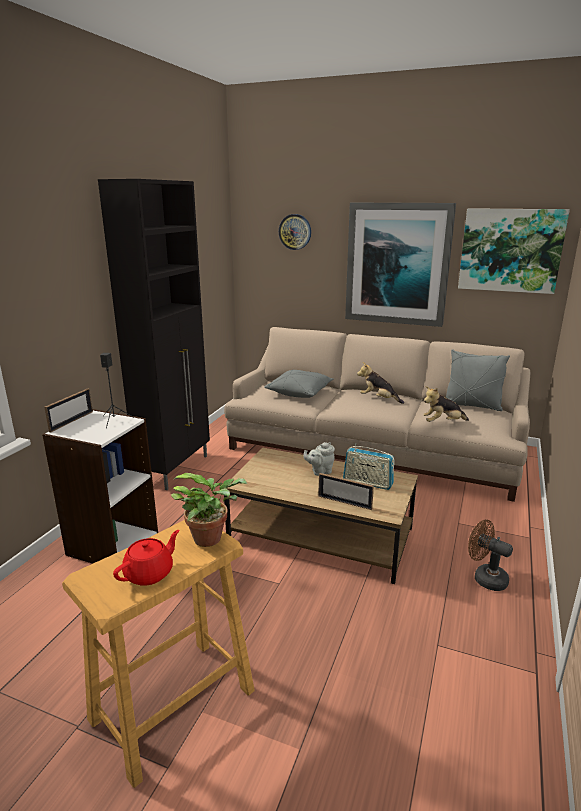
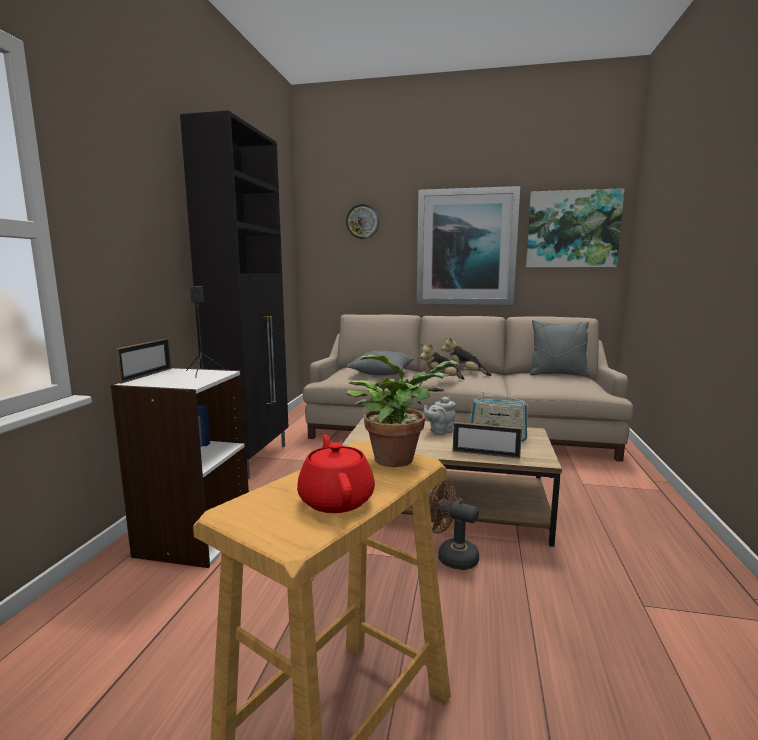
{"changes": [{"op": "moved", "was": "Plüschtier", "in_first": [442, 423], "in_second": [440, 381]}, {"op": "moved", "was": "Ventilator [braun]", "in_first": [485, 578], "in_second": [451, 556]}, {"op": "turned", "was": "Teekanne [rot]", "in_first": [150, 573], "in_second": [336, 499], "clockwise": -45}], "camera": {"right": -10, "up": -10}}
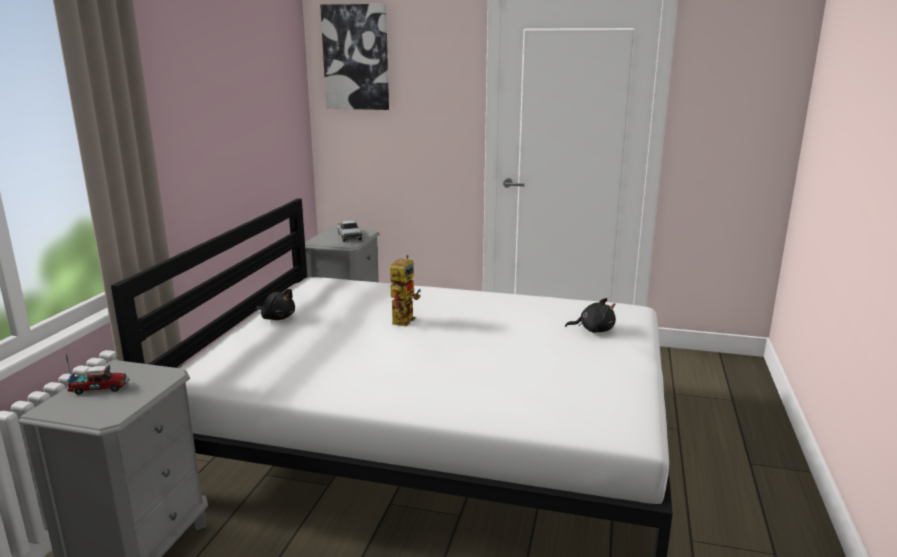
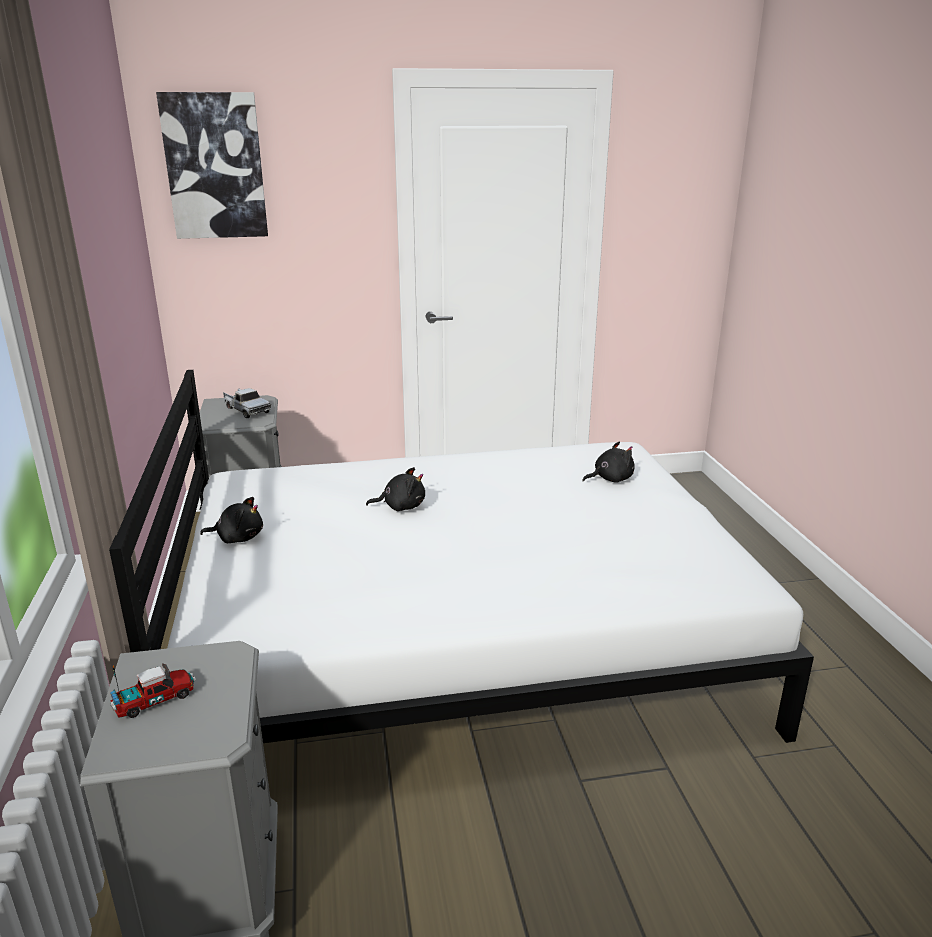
{"changes": [{"op": "replaced", "was": "Spielzeugroboter", "now": "Plüschtier [schwarz]", "in_first": [403, 318], "in_second": [401, 506]}], "camera": {"right": -25, "up": 5}}
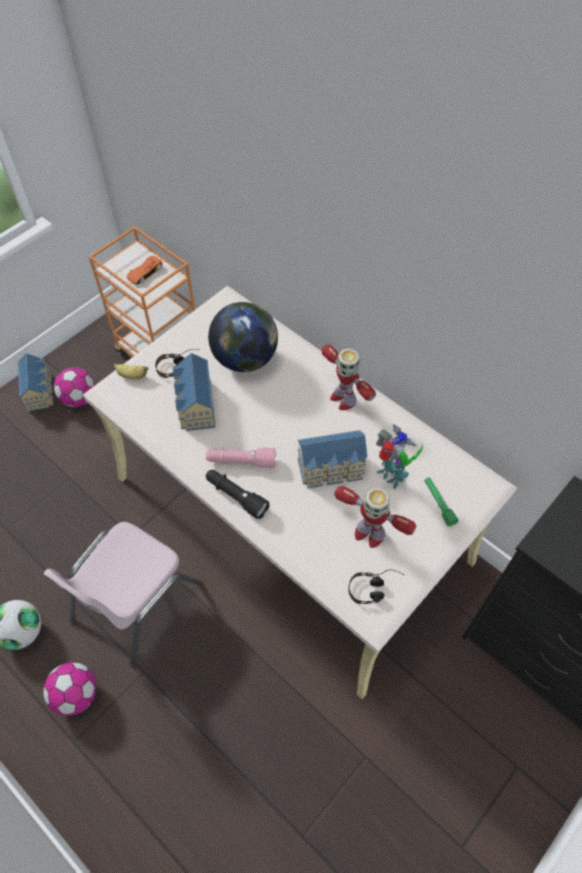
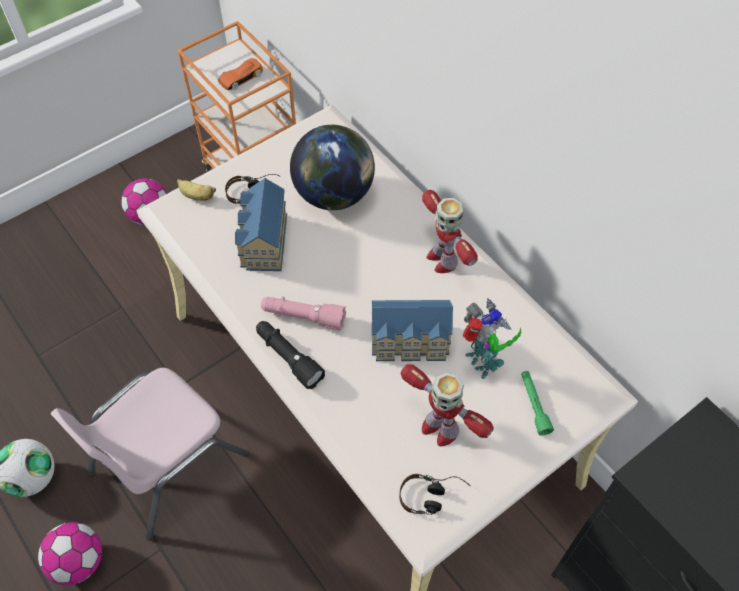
{"changes": [{"op": "removed", "was": "Spielzeughaus", "in_first": [40, 391]}], "camera": {"right": 10, "up": 0}}
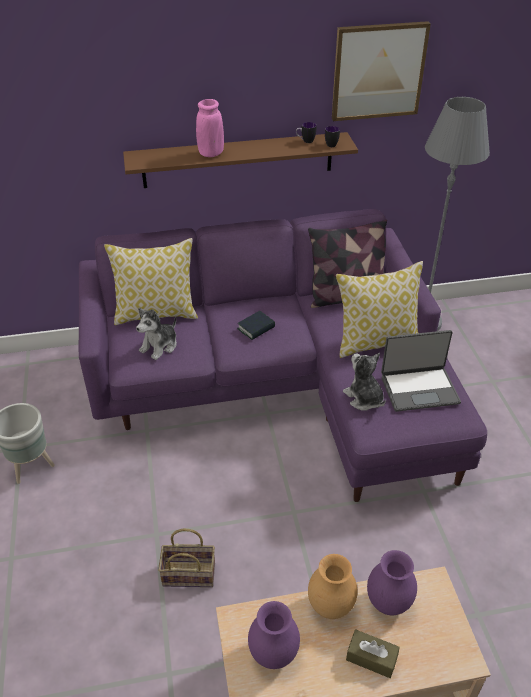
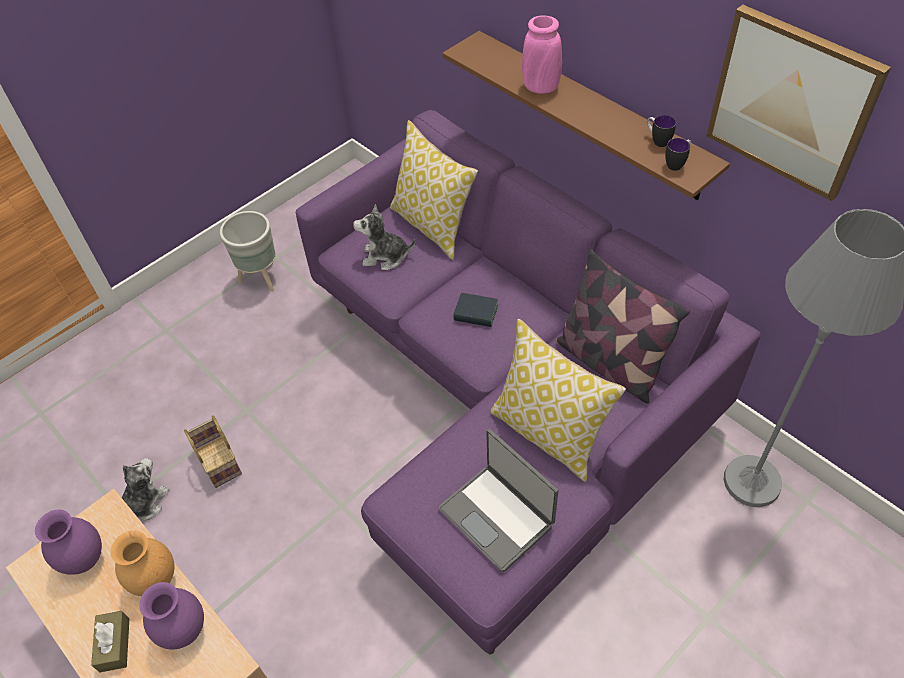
{"changes": [{"op": "moved", "was": "Plüschtier", "in_first": [364, 398], "in_second": [145, 503]}], "camera": {"right": 60, "up": 10}}
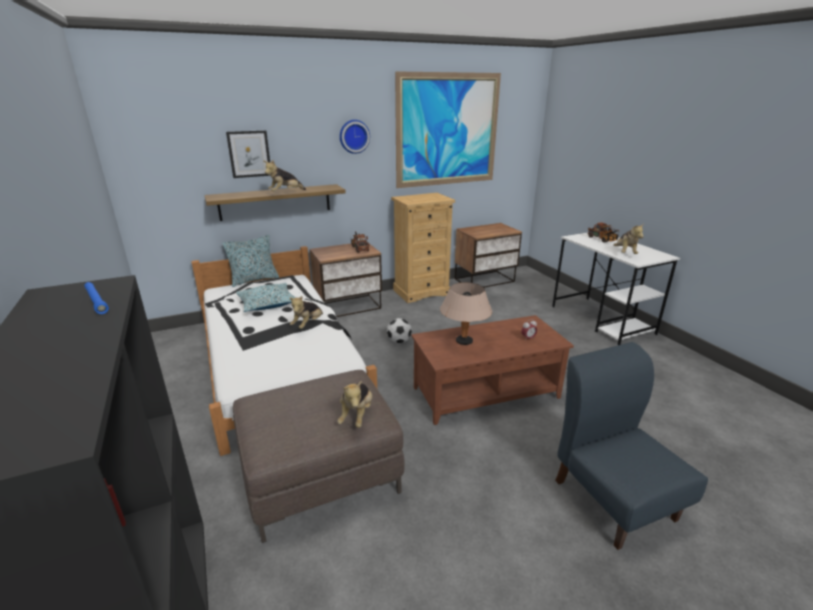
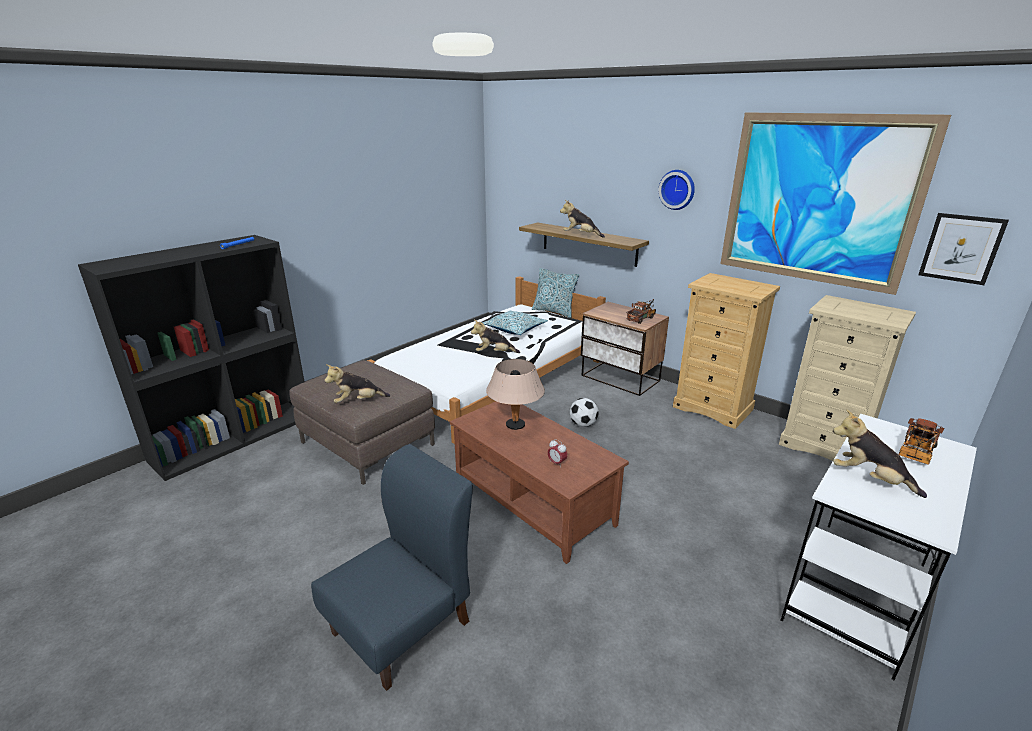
{"changes": [{"op": "moved", "was": "Bild", "in_first": [249, 154], "in_second": [961, 248]}, {"op": "replaced", "was": "Nachttisch", "now": "Kommode [beige]", "in_first": [485, 280], "in_second": [824, 446]}, {"op": "turned", "was": "Plüschtier", "in_first": [624, 253], "in_second": [869, 479], "clockwise": 60}], "camera": {"right": 65, "up": 0}}
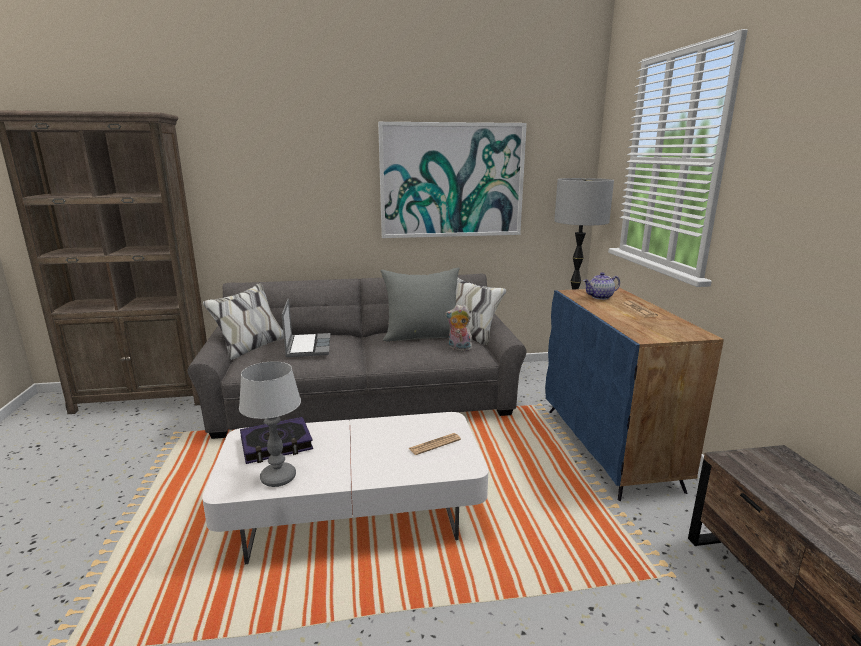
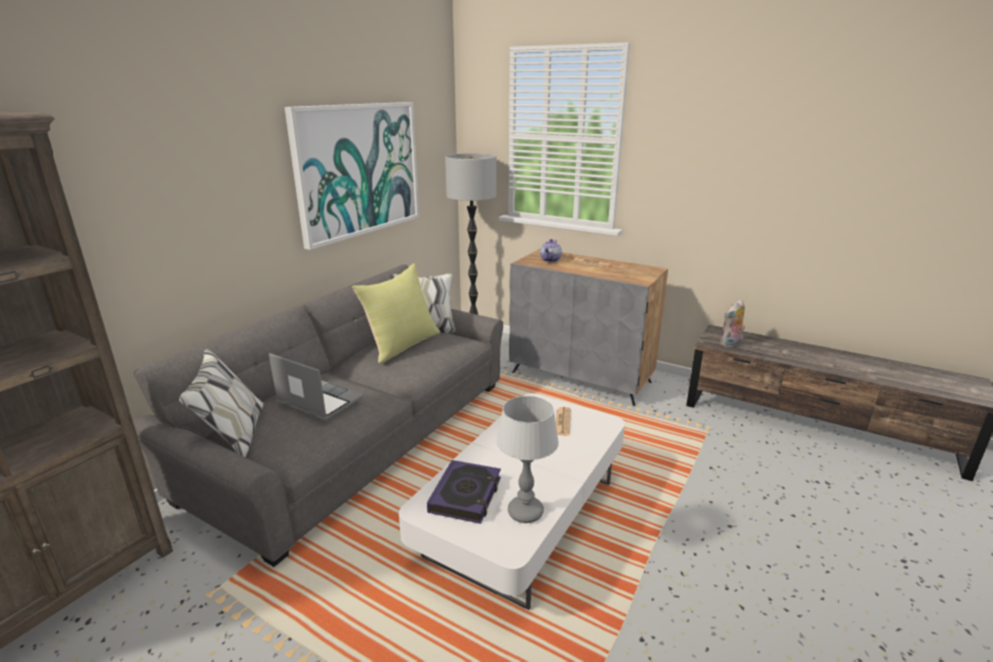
{"changes": [{"op": "recoloured", "was": "Kissen [grau]", "now": "Kissen [gelb]", "in_first": [423, 336], "in_second": [402, 345]}, {"op": "recoloured", "was": "Schrank [blau]", "now": "Schrank [grau]", "in_first": [610, 447], "in_second": [581, 377]}, {"op": "moved", "was": "Plüschtier", "in_first": [458, 348], "in_second": [730, 345]}], "camera": {"right": -50, "up": 5}}
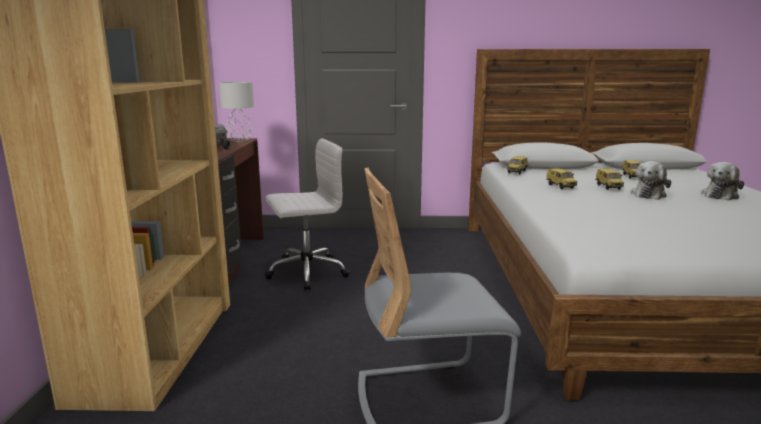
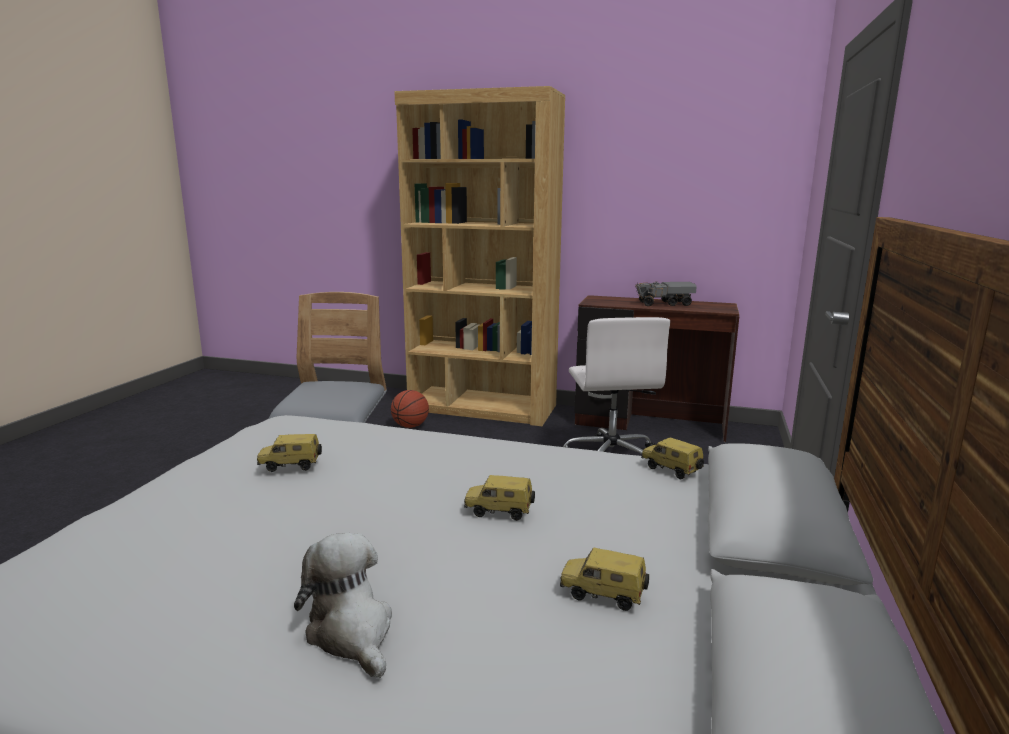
{"changes": [{"op": "removed", "was": "Tischlampe [grau]", "in_first": [240, 140]}, {"op": "removed", "was": "Plüschtier", "in_first": [648, 194]}, {"op": "moved", "was": "Spielzeugauto", "in_first": [561, 187], "in_second": [290, 467]}, {"op": "added", "now": "Basketball", "in_second": [410, 426]}], "camera": {"right": 105, "up": 0}}
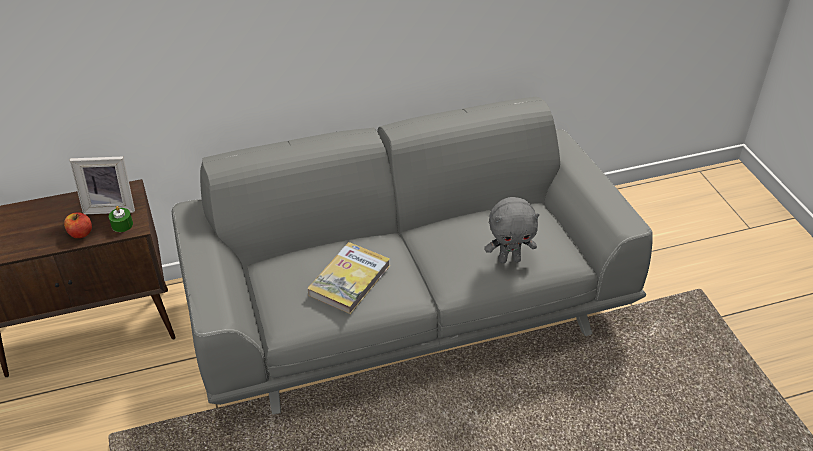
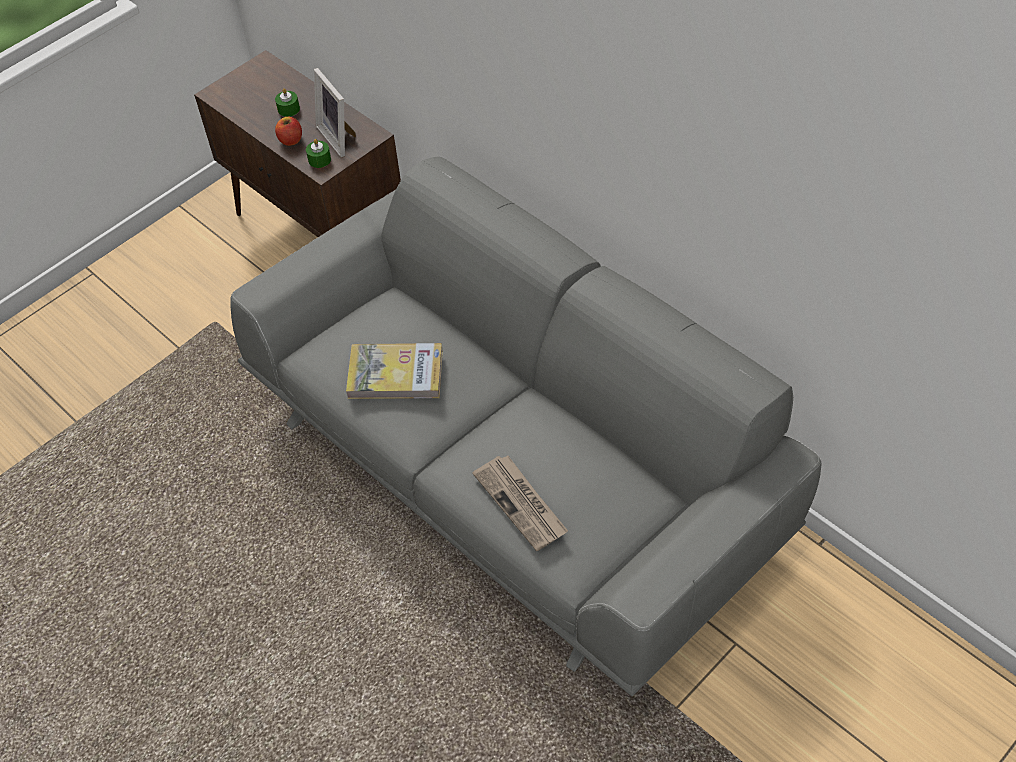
{"changes": [{"op": "replaced", "was": "Plüschtier [grau]", "now": "Zeitung", "in_first": [509, 259], "in_second": [521, 504]}, {"op": "added", "now": "Kerze [grün]", "in_second": [288, 109]}], "camera": {"right": 65, "up": 10}}
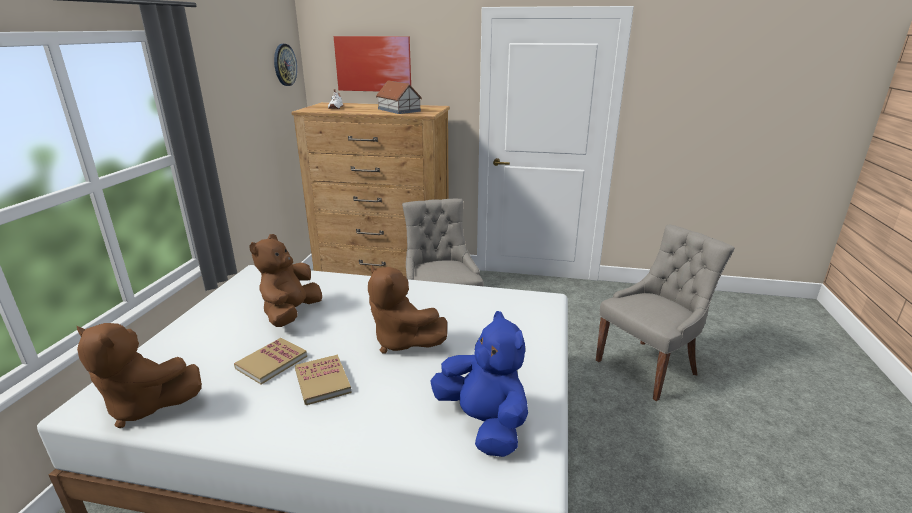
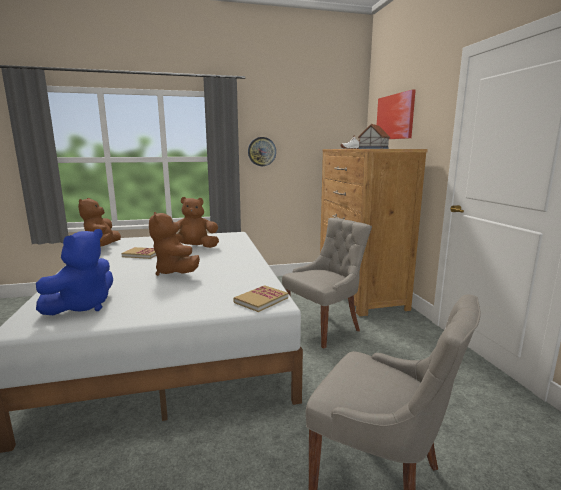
{"changes": [{"op": "moved", "was": "Wanduhr", "in_first": [284, 65], "in_second": [262, 151]}, {"op": "turned", "was": "Plüschtier [braun]", "in_first": [402, 341], "in_second": [176, 272], "clockwise": -45}, {"op": "moved", "was": "Buch", "in_first": [322, 381], "in_second": [261, 300]}], "camera": {"right": 65, "up": -10}}
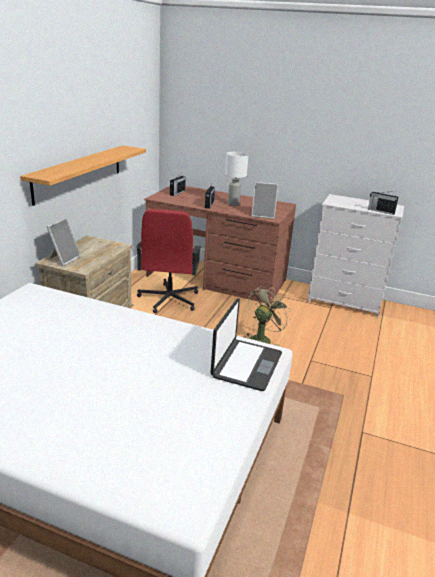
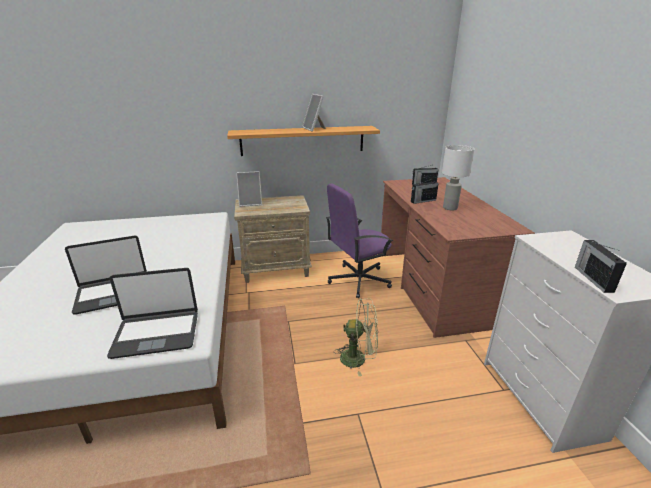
{"changes": [{"op": "moved", "was": "Bilderrahmen", "in_first": [263, 215], "in_second": [314, 129]}, {"op": "recoloured", "was": "Bürostuhl [rot]", "now": "Bürostuhl [lila]", "in_first": [168, 299], "in_second": [358, 280]}, {"op": "added", "now": "Laptop", "in_second": [113, 293]}], "camera": {"right": 60, "up": 0}}
